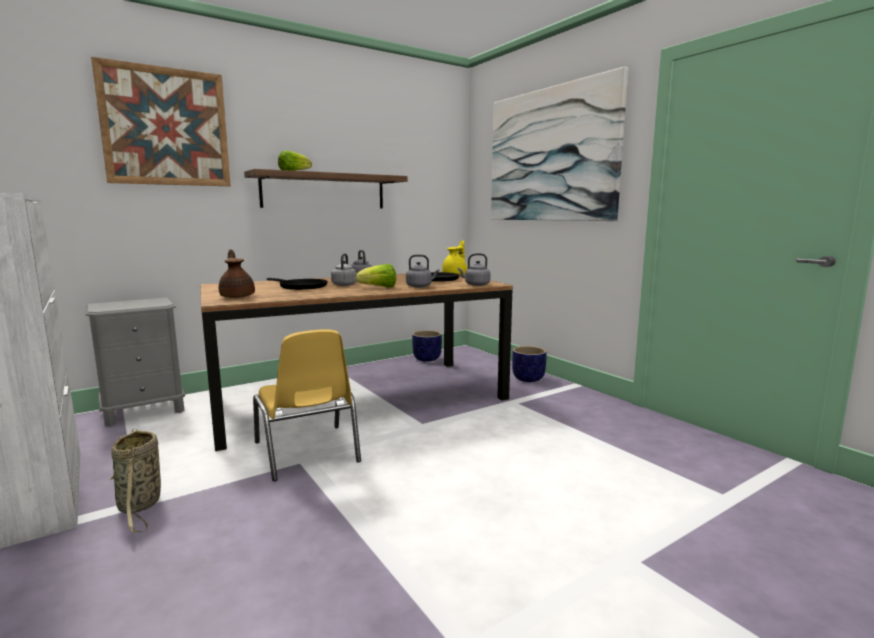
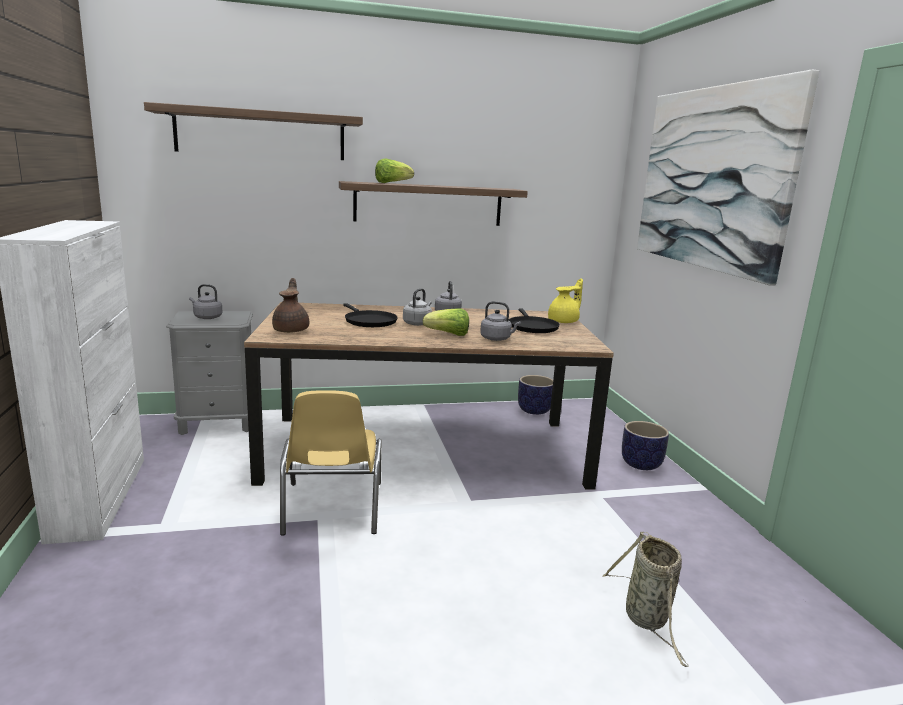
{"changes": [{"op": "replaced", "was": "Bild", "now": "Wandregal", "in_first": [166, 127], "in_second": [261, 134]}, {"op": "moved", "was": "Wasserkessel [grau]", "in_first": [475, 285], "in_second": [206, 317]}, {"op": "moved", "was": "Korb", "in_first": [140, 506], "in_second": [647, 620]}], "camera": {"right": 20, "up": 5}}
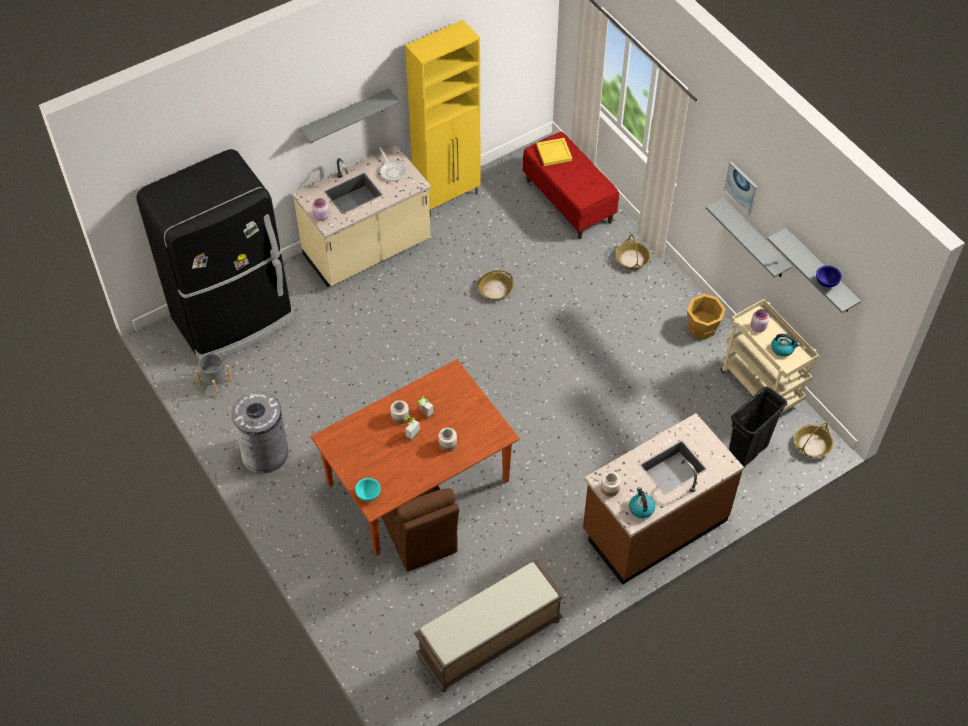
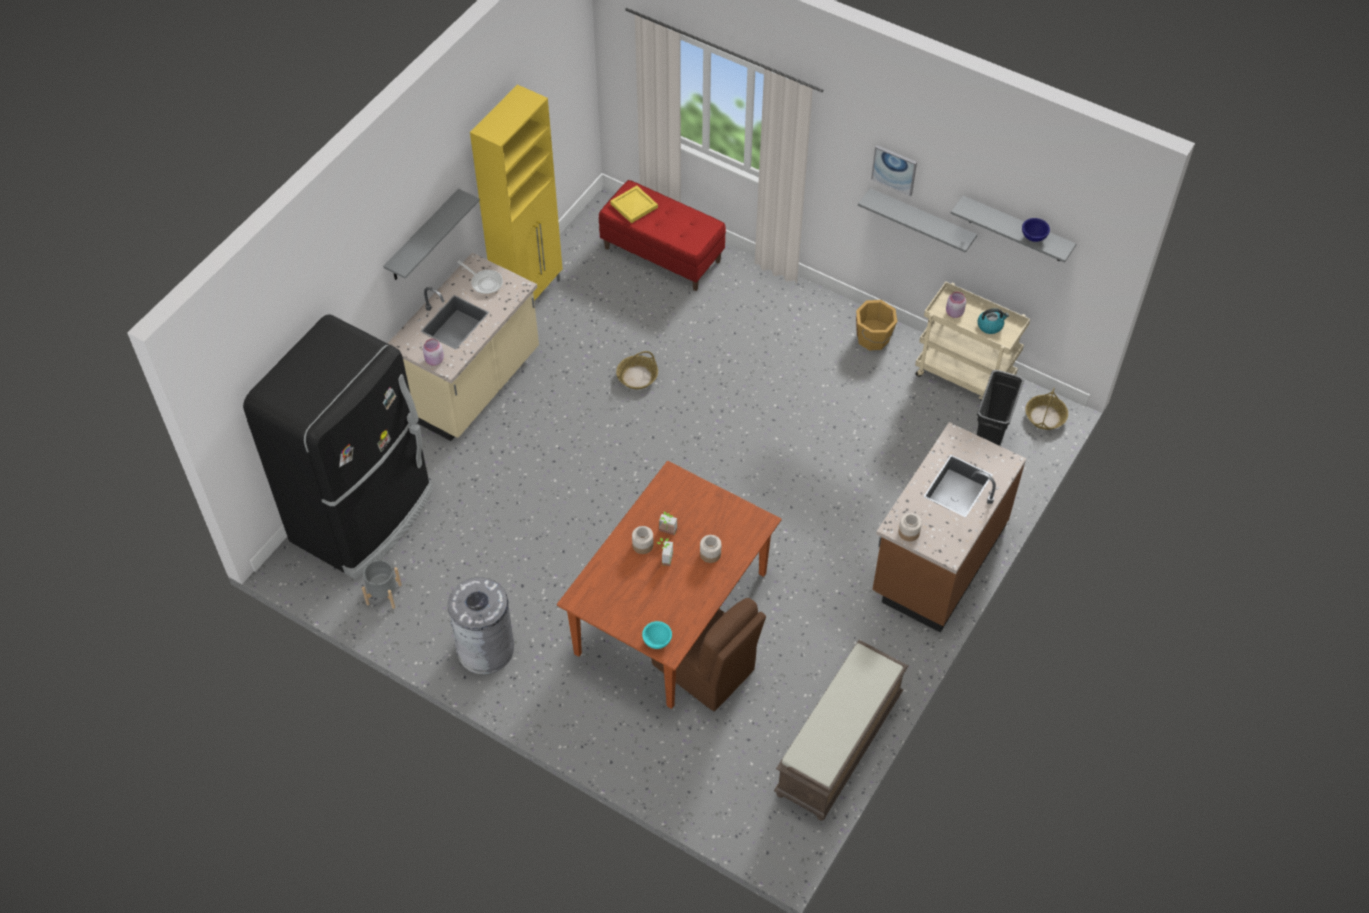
{"changes": [{"op": "removed", "was": "Korb", "in_first": [632, 259]}, {"op": "removed", "was": "Wasserkessel", "in_first": [641, 508]}], "camera": {"right": -25, "up": 0}}
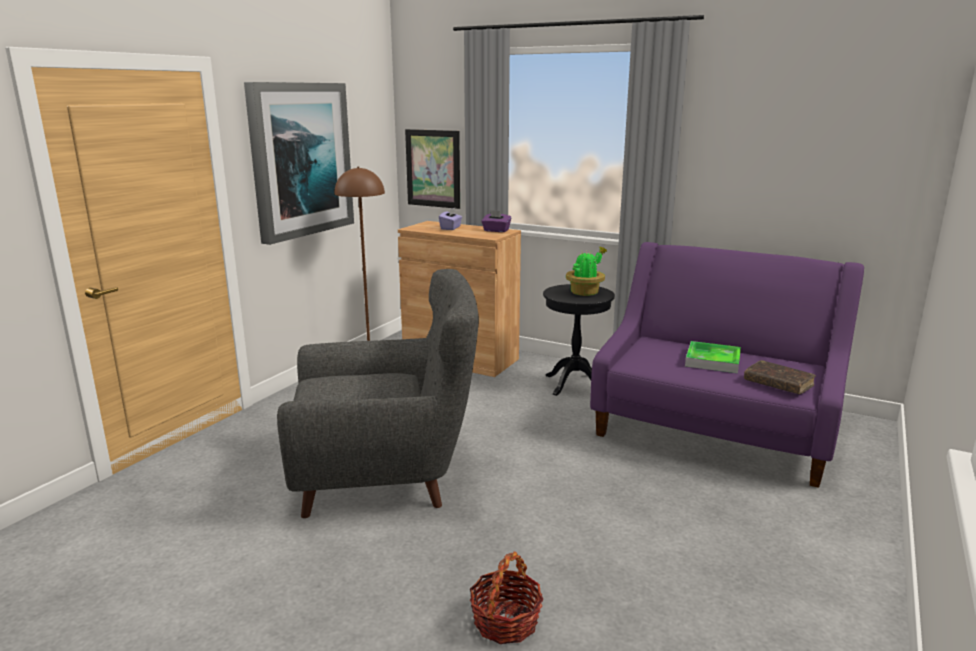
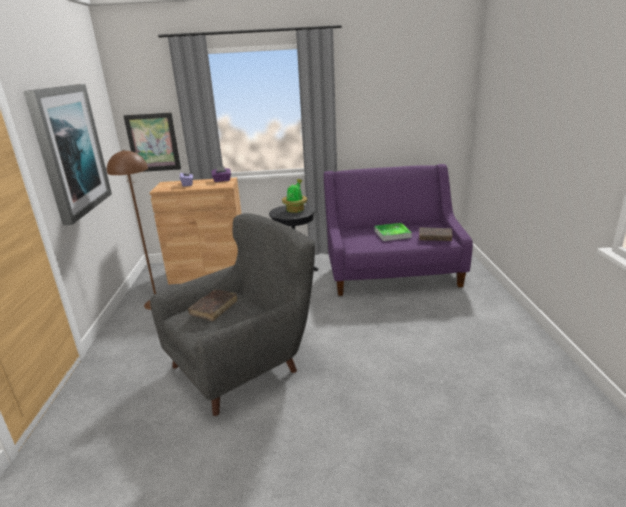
{"changes": [{"op": "removed", "was": "Korb", "in_first": [505, 622]}, {"op": "added", "now": "Buch [braun]", "in_second": [214, 309]}], "camera": {"right": -30, "up": 5}}
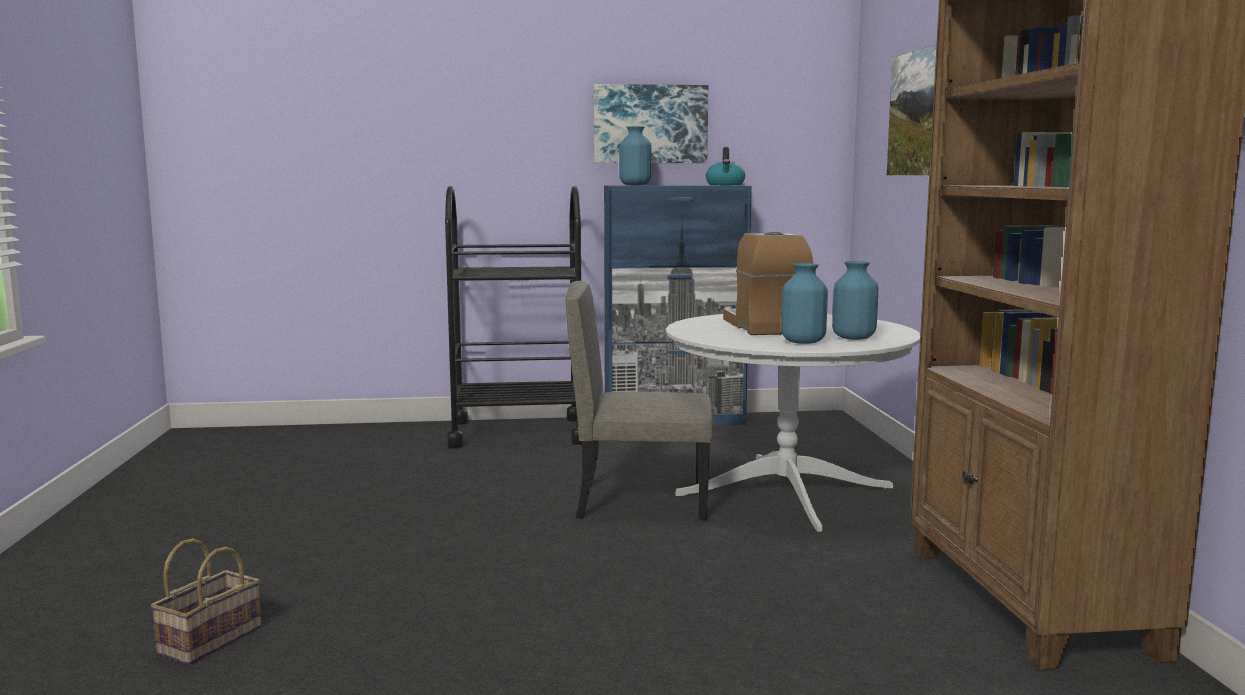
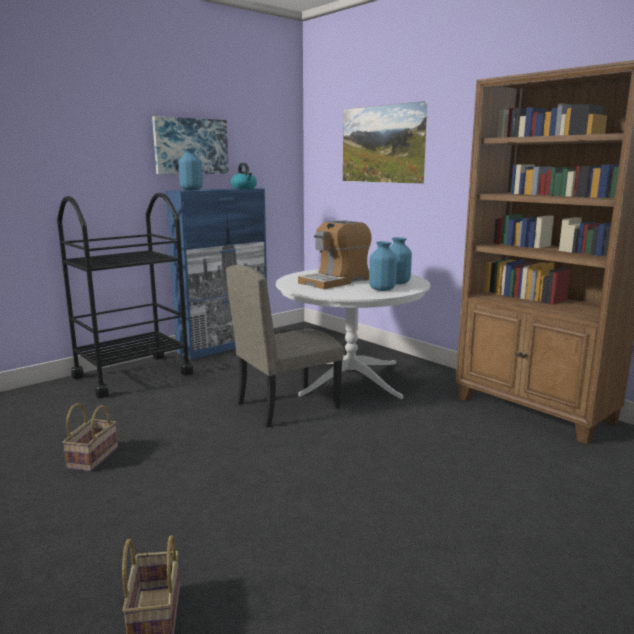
{"changes": [{"op": "turned", "was": "Kaffeemaschine", "in_first": [765, 327], "in_second": [335, 281], "clockwise": -90}, {"op": "added", "now": "Korb", "in_second": [93, 457]}], "camera": {"right": -35, "up": 5}}
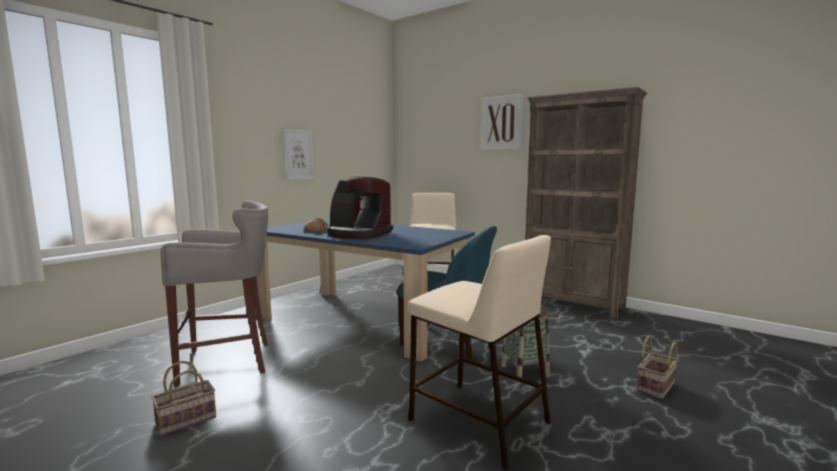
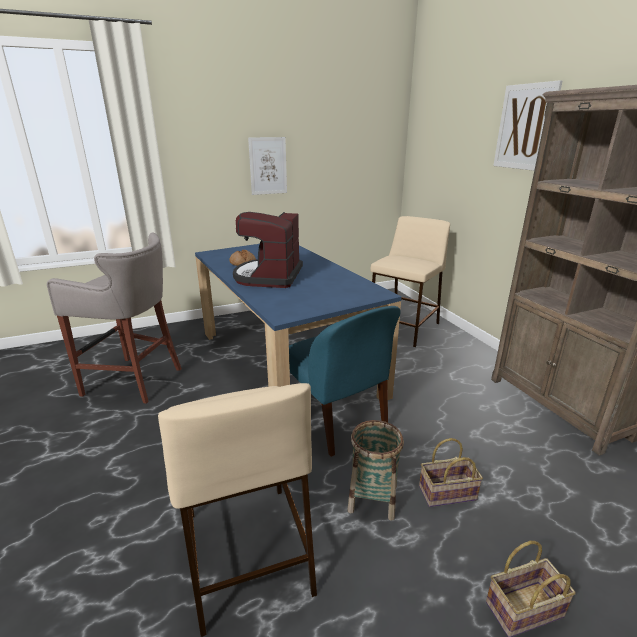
{"changes": [{"op": "turned", "was": "Kaffeemaschine", "in_first": [358, 234], "in_second": [269, 276], "clockwise": 45}, {"op": "moved", "was": "Korb", "in_first": [185, 421], "in_second": [446, 494]}], "camera": {"right": 30, "up": 15}}
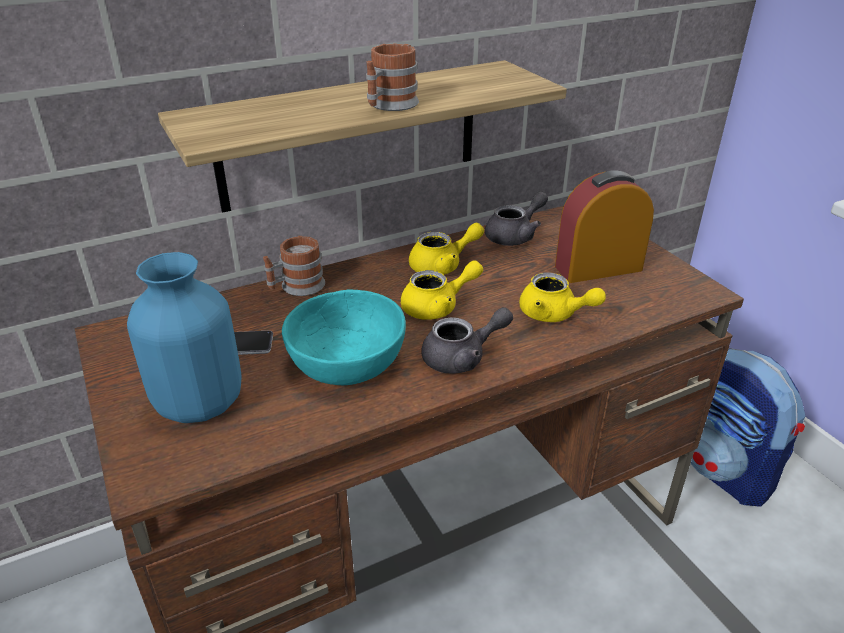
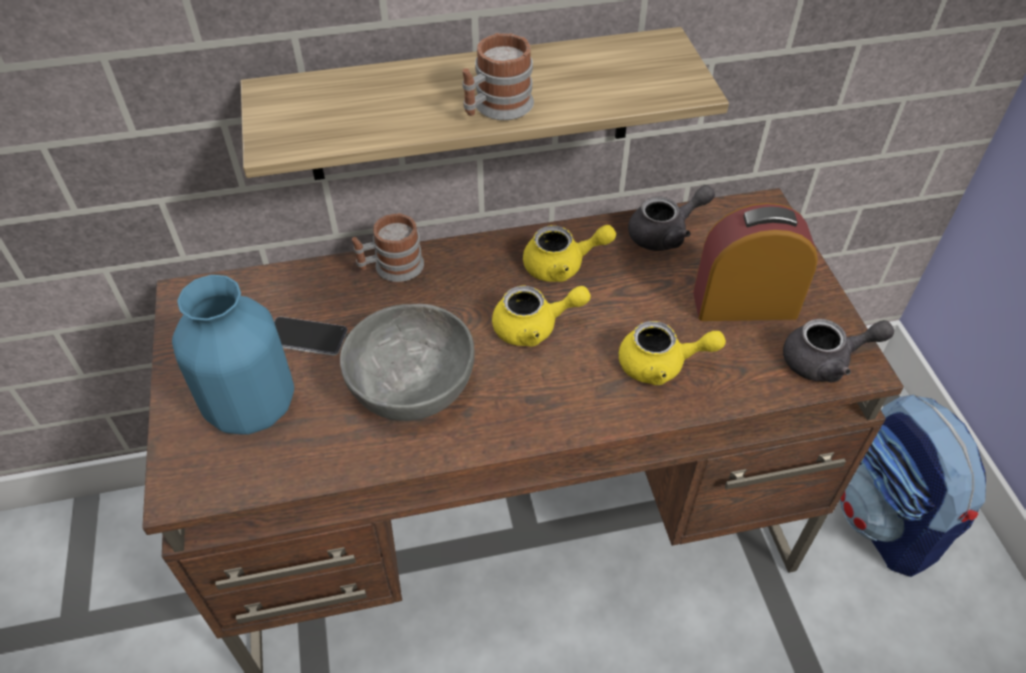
{"changes": [{"op": "turned", "was": "Teekanne [gelb]", "in_first": [554, 314], "in_second": [661, 365], "clockwise": -45}, {"op": "recoloured", "was": "Schüssel [türkis]", "now": "Schüssel [grau]", "in_first": [346, 362], "in_second": [411, 385]}, {"op": "moved", "was": "Teekanne [grau]", "in_first": [462, 358], "in_second": [825, 361]}], "camera": {"right": 15, "up": 15}}
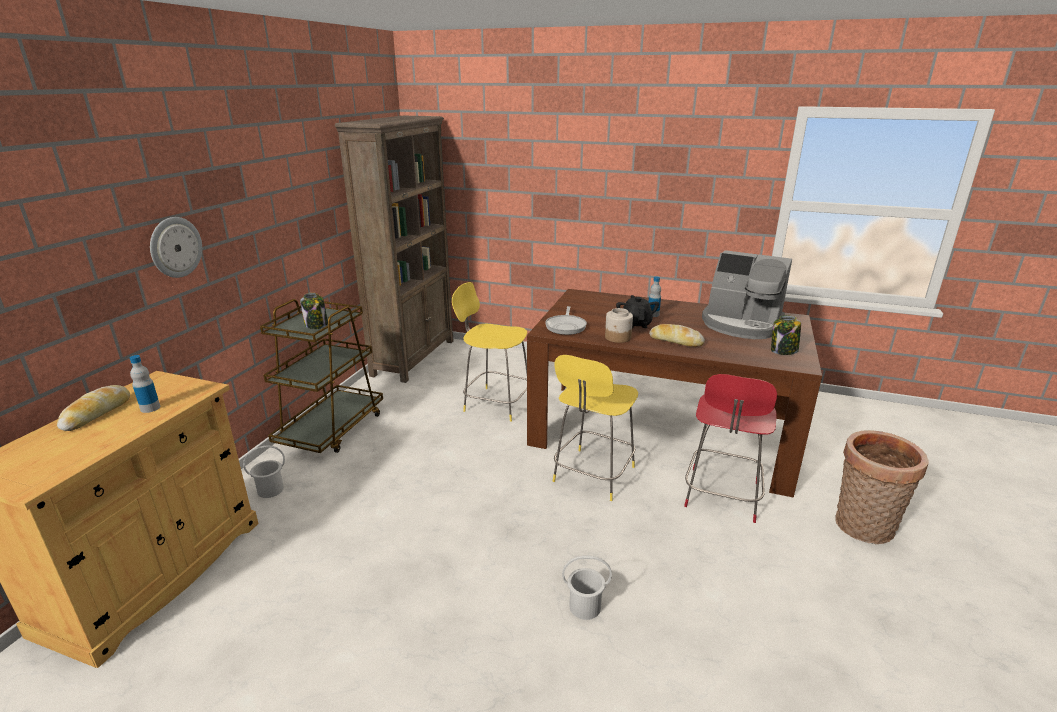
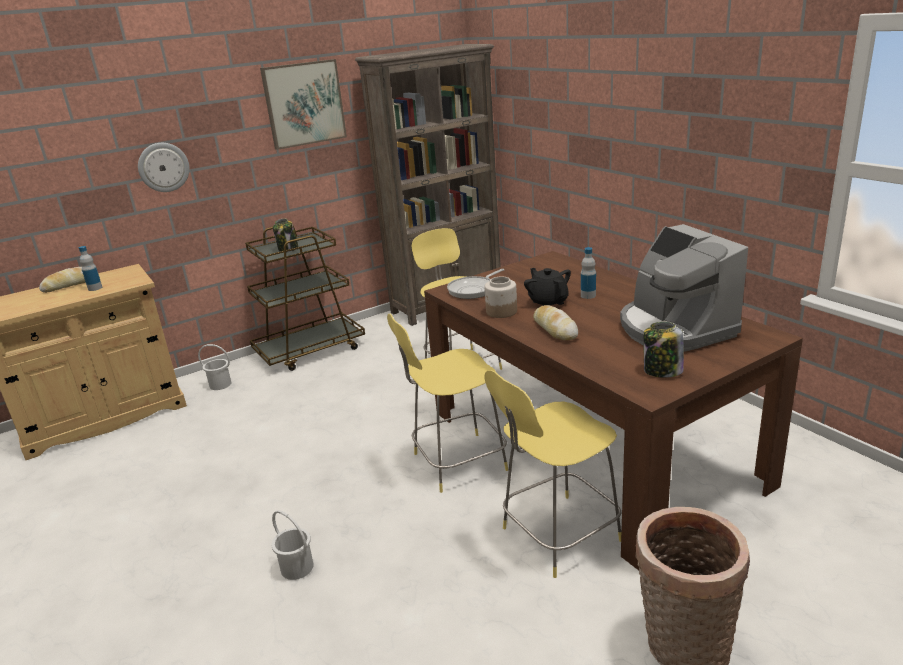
{"changes": [{"op": "turned", "was": "Teekanne [schwarz]", "in_first": [636, 324], "in_second": [548, 302], "clockwise": -60}, {"op": "recoloured", "was": "Hocker [rot]", "now": "Hocker [gelb]", "in_first": [721, 496], "in_second": [557, 536]}, {"op": "added", "now": "Bild", "in_second": [304, 104]}], "camera": {"right": 40, "up": 0}}
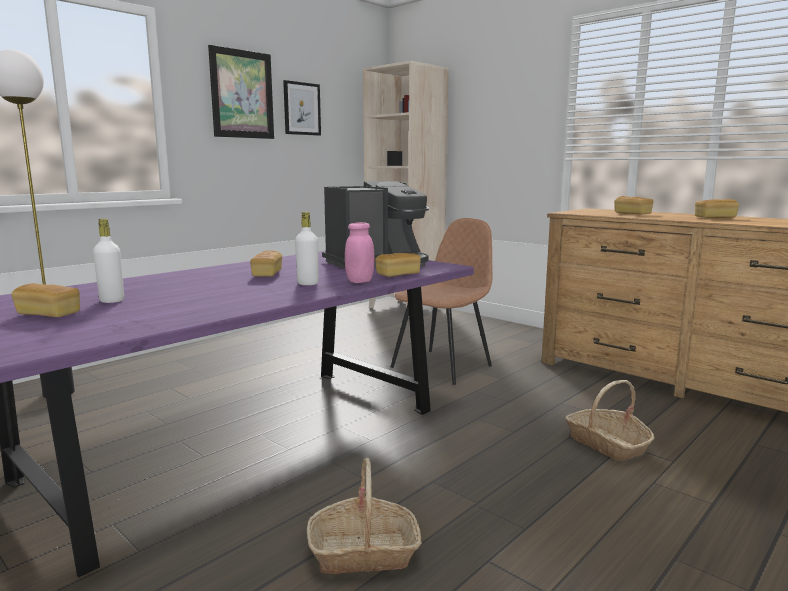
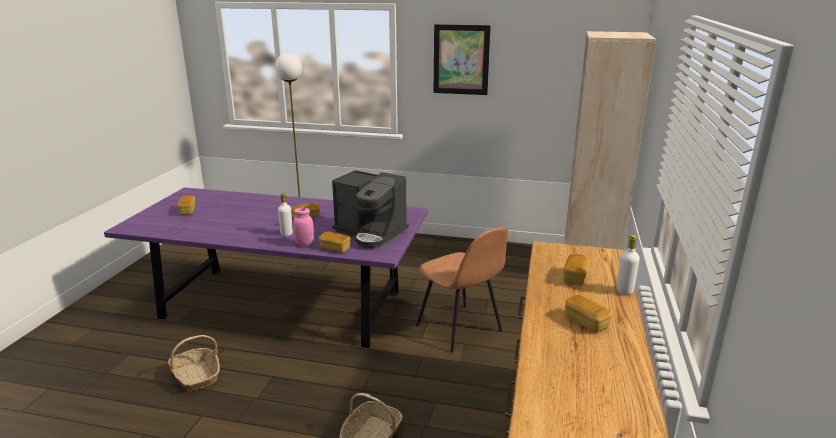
{"changes": [{"op": "removed", "was": "Bild", "in_first": [302, 109]}, {"op": "turned", "was": "Stuhl [braun]", "in_first": [443, 366], "in_second": [460, 329], "clockwise": 45}, {"op": "moved", "was": "Flasche [weiß]", "in_first": [112, 300], "in_second": [624, 291]}], "camera": {"right": 60, "up": 10}}
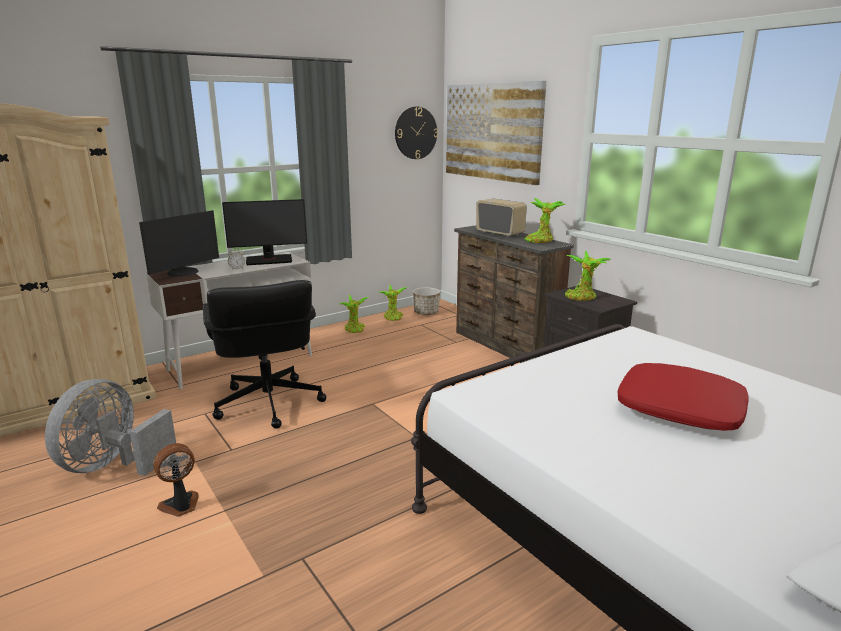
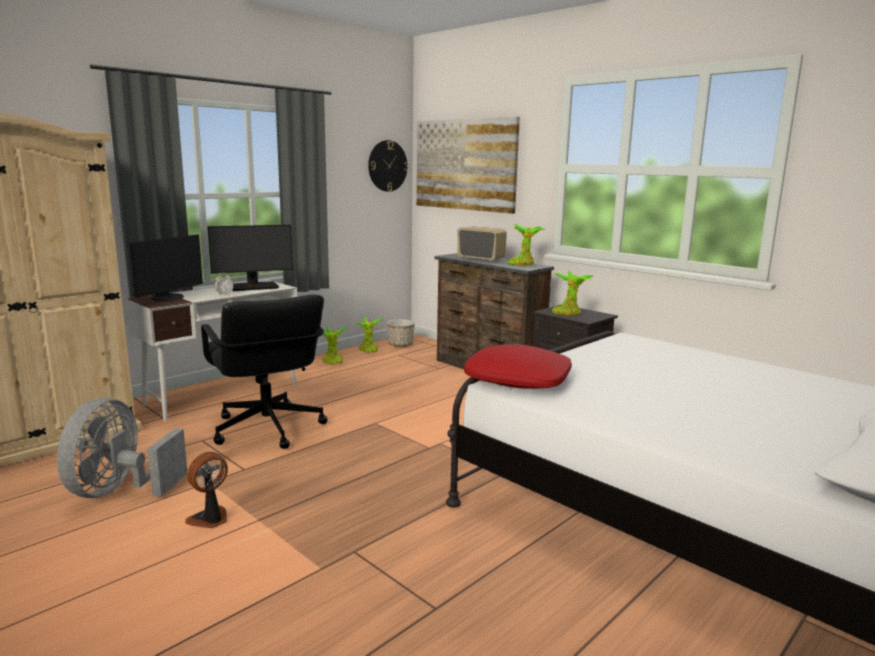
{"changes": [{"op": "moved", "was": "Kissen [rot]", "in_first": [679, 409], "in_second": [517, 380]}], "camera": {"right": -10, "up": -5}}
